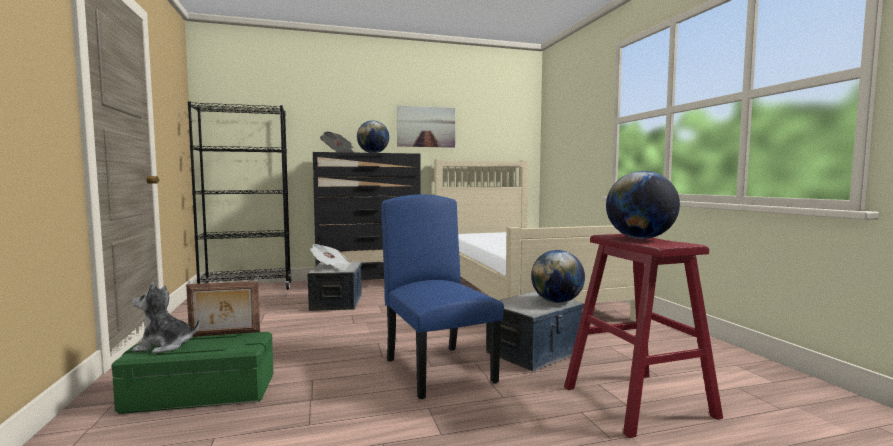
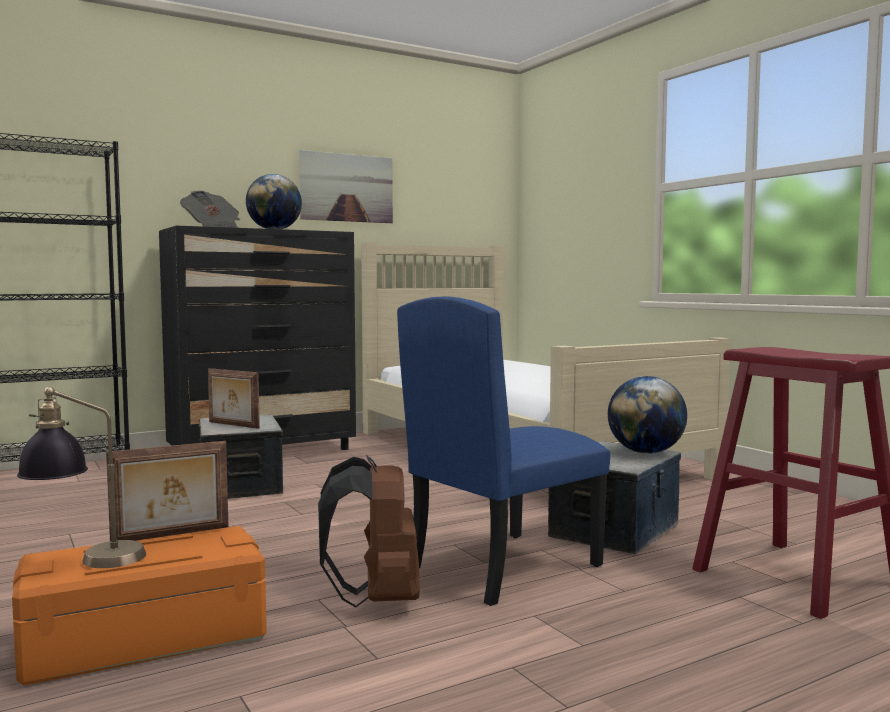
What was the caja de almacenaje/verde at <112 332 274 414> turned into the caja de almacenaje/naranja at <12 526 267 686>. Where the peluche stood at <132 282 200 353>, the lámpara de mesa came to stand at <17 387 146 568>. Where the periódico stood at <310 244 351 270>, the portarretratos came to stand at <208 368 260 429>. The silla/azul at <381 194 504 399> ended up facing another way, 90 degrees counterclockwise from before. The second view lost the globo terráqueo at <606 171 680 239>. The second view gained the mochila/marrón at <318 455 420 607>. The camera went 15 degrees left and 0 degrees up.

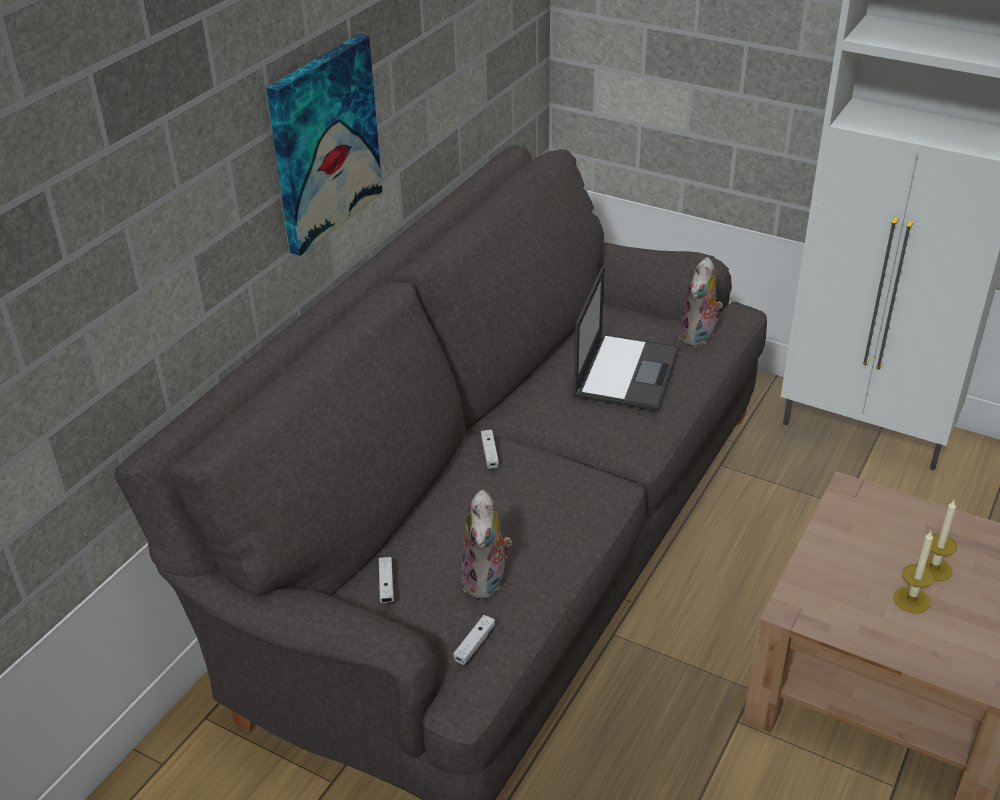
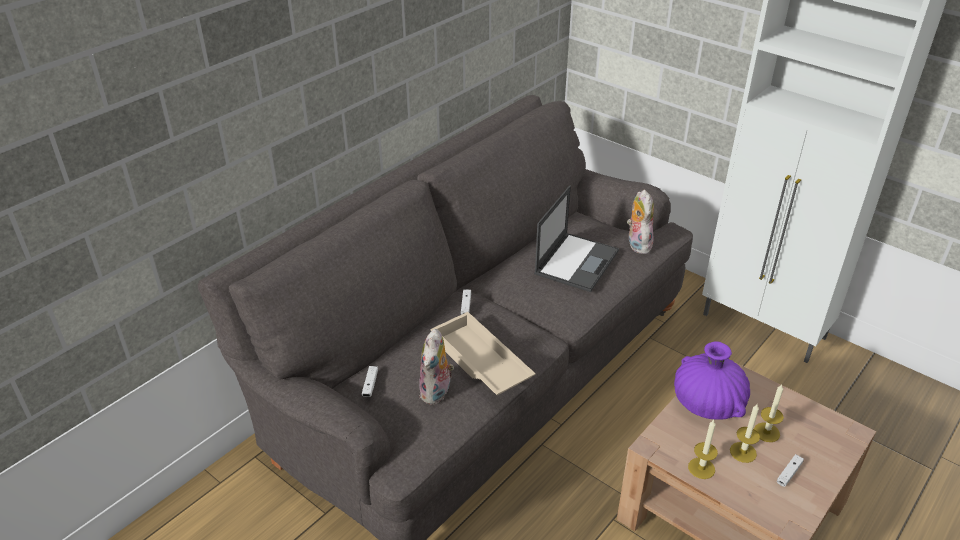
The second view lost the cuadro at <267 34 383 256>. The mando de consola/blanco ended up elsewhere, having gone from <453 615 495 665> to <777 454 804 487>. The peluche at <679 257 723 347> ended up facing another way, 135 degrees clockwise from before. The second view gained the bandeja/beis at <431 312 536 395>. The second view gained the florero/morado at <674 341 750 420>. The second view gained the vela at <688 420 718 479>. The camera went 10 degrees right and 0 degrees up.

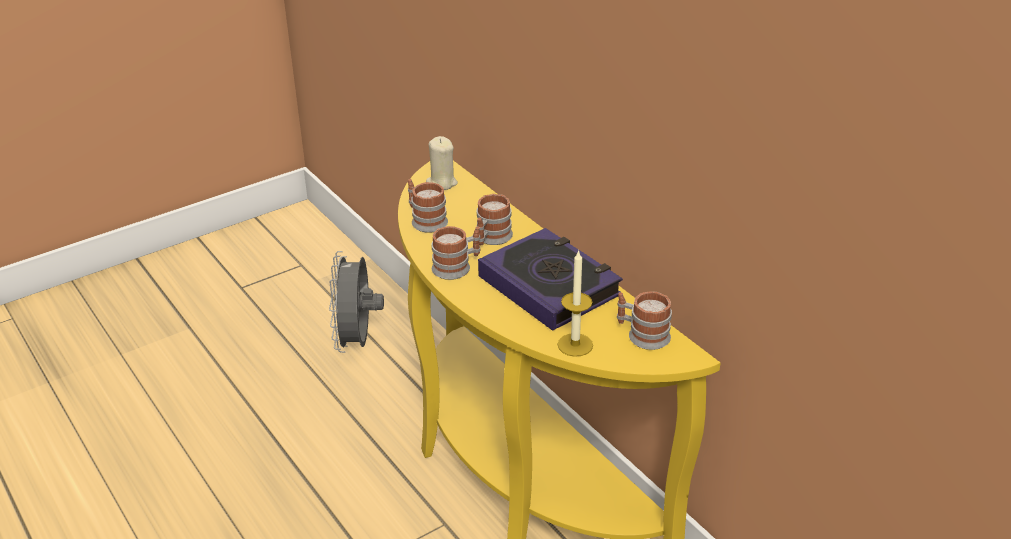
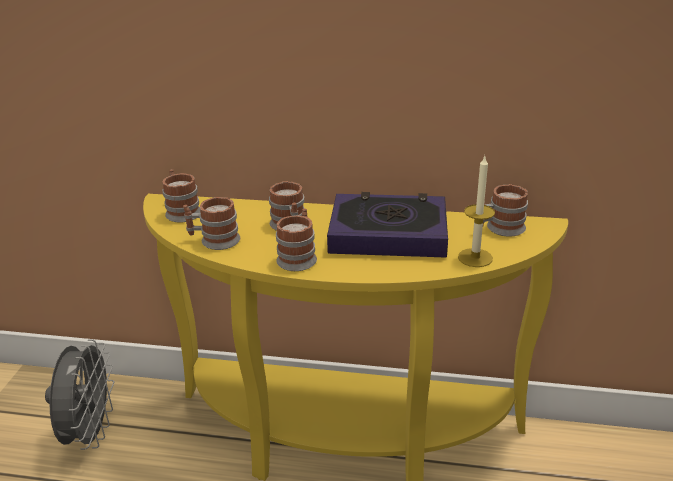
The ventilador/gris at <329 251 384 353> ended up facing another way, 135 degrees counterclockwise from before. Where the vela/beis stood at <426 136 458 190>, the taza grande came to stand at <162 169 201 223>. The camera went 45 degrees left and 5 degrees down.

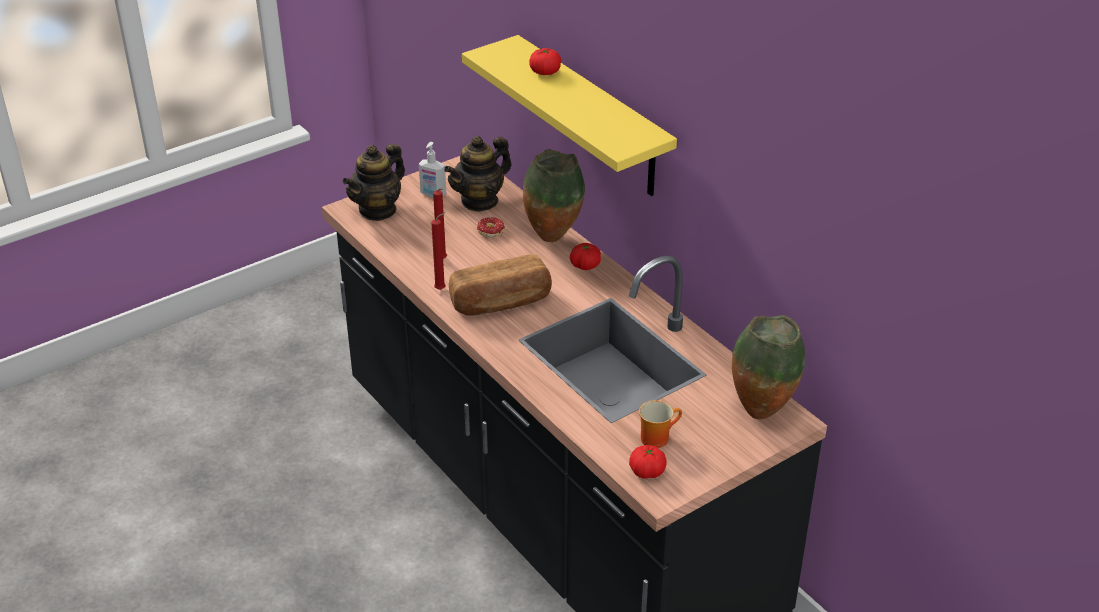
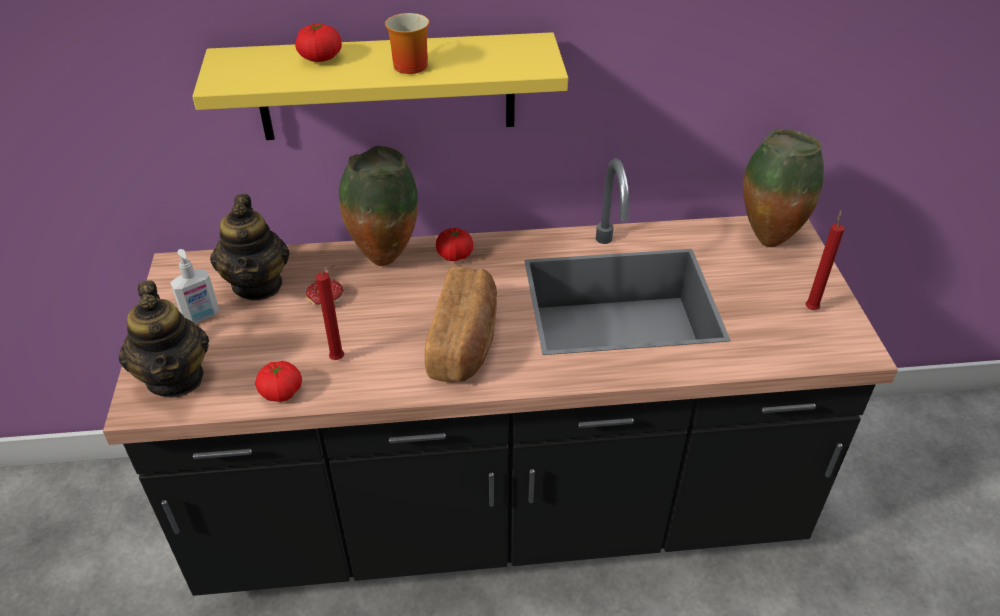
The vela/rojo ended up elsewhere, having gone from <431 212 446 290> to <805 210 845 310>. The tomate ended up elsewhere, having gone from <629 445 667 479> to <255 361 302 402>. The taza grande ended up elsewhere, having gone from <639 400 682 448> to <385 13 429 74>. The camera went 60 degrees left and 5 degrees up.

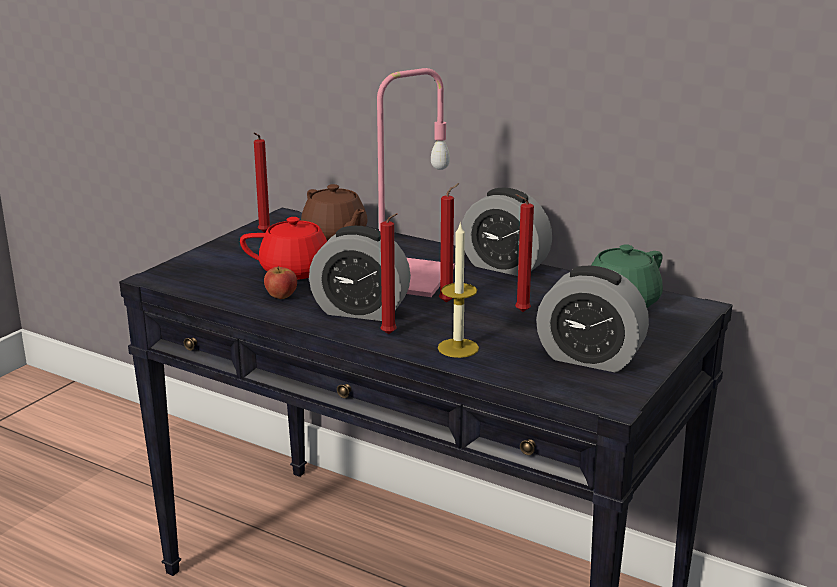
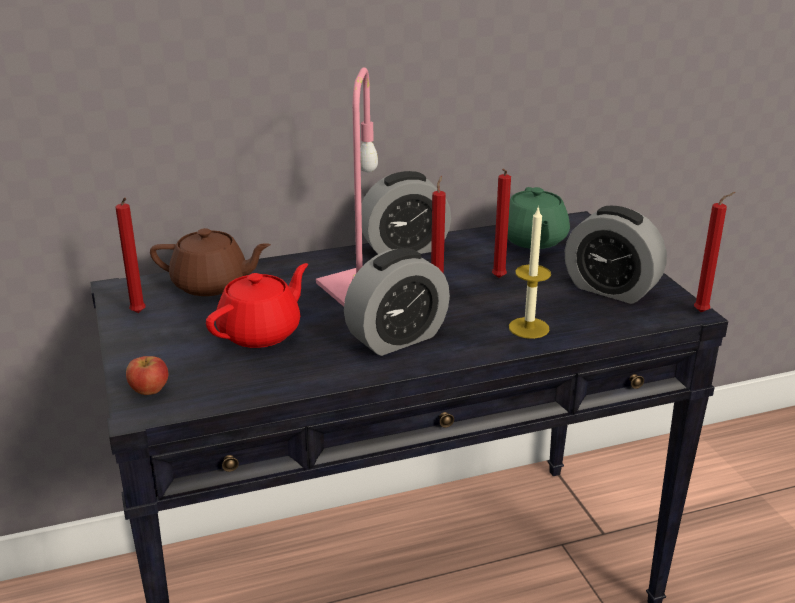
The manzana ended up elsewhere, having gone from <264 266 297 299> to <126 356 168 395>. The vela/rojo ended up elsewhere, having gone from <380 213 398 334> to <694 192 736 312>. The despertador at <536 266 649 373> ended up facing another way, 60 degrees clockwise from before. The camera went 50 degrees left and 5 degrees up.

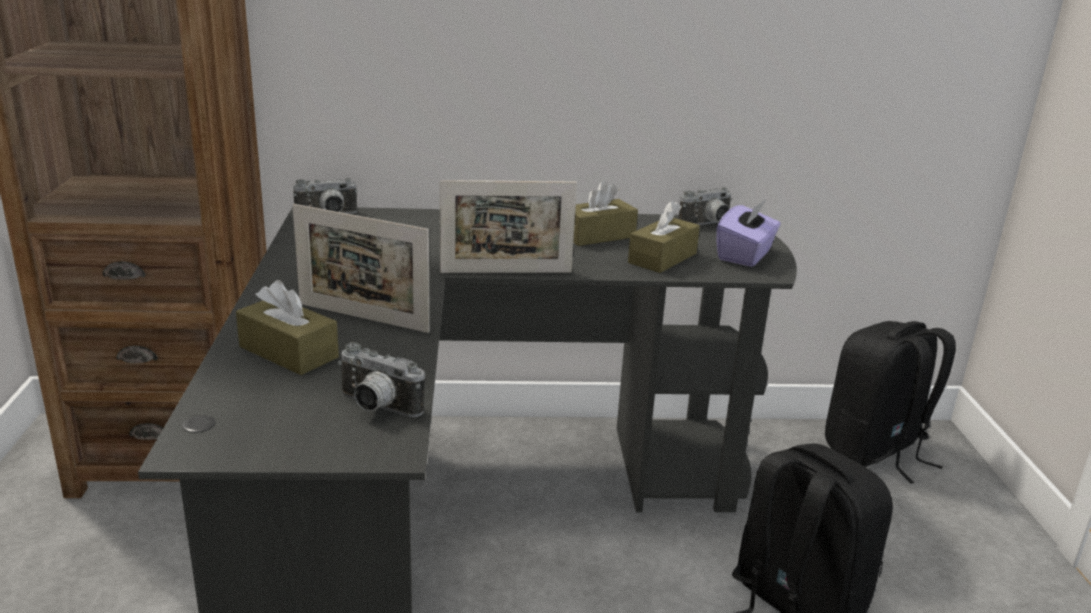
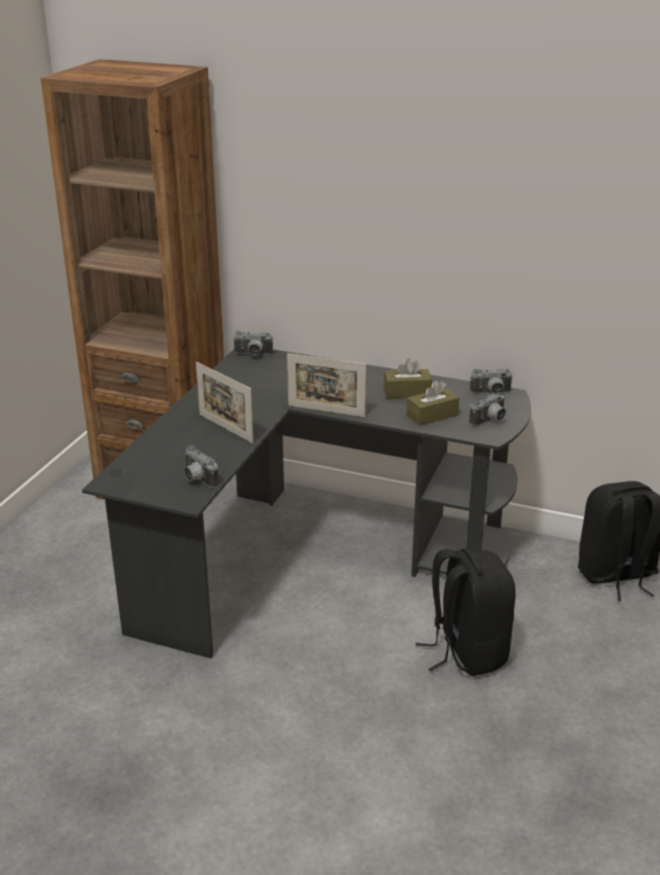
The second view lost the caja de pañuelos/marrón at <236 280 339 375>. Where the caja de pañuelos/morado stood at <716 199 781 267>, the cámara came to stand at <469 392 506 426>. The camera went 25 degrees right and 5 degrees up.

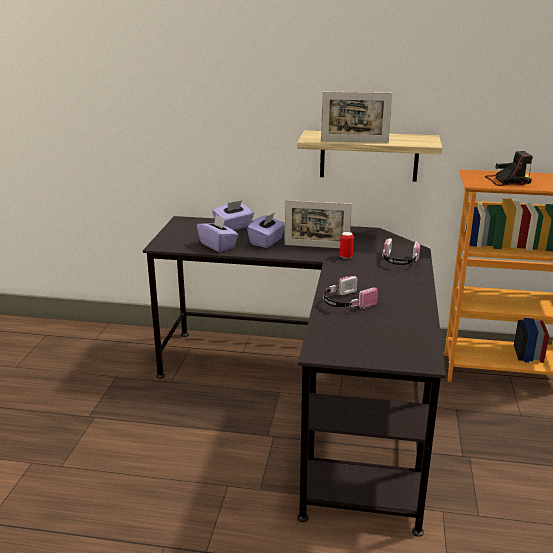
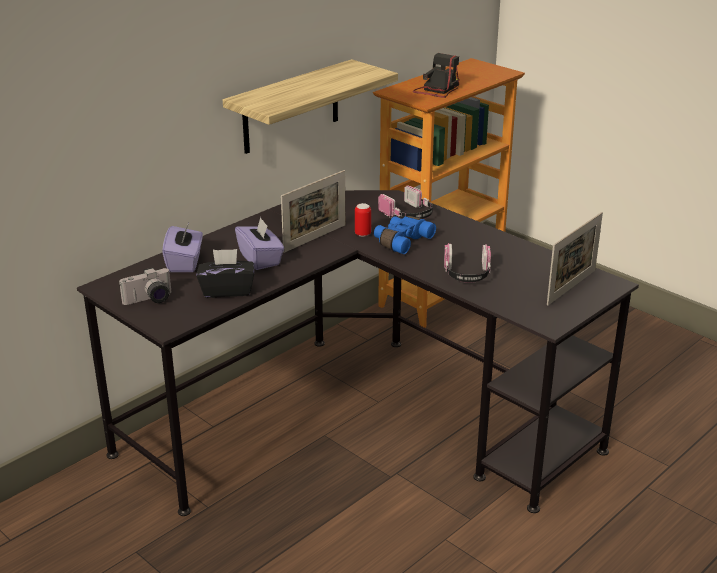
What was the caja de pañuelos/morado at <197 215 238 252> turned into the caja de pañuelos/negro at <197 249 254 298>. The portarretratos ended up elsewhere, having gone from <321 92 392 143> to <547 212 603 305>. The second view gained the cámara at <119 268 171 305>. The second view gained the prismáticos/azul at <374 216 436 254>. The camera went 55 degrees left and 5 degrees up.

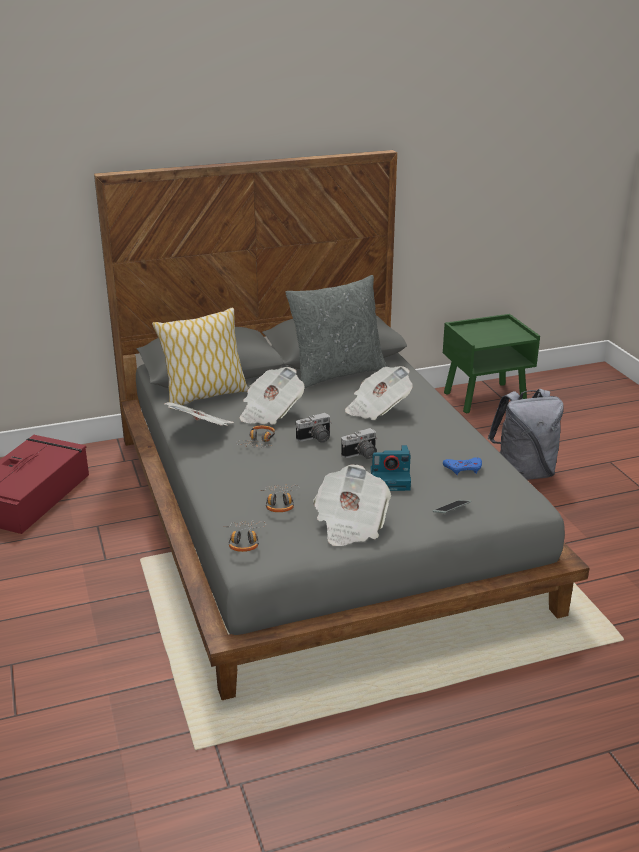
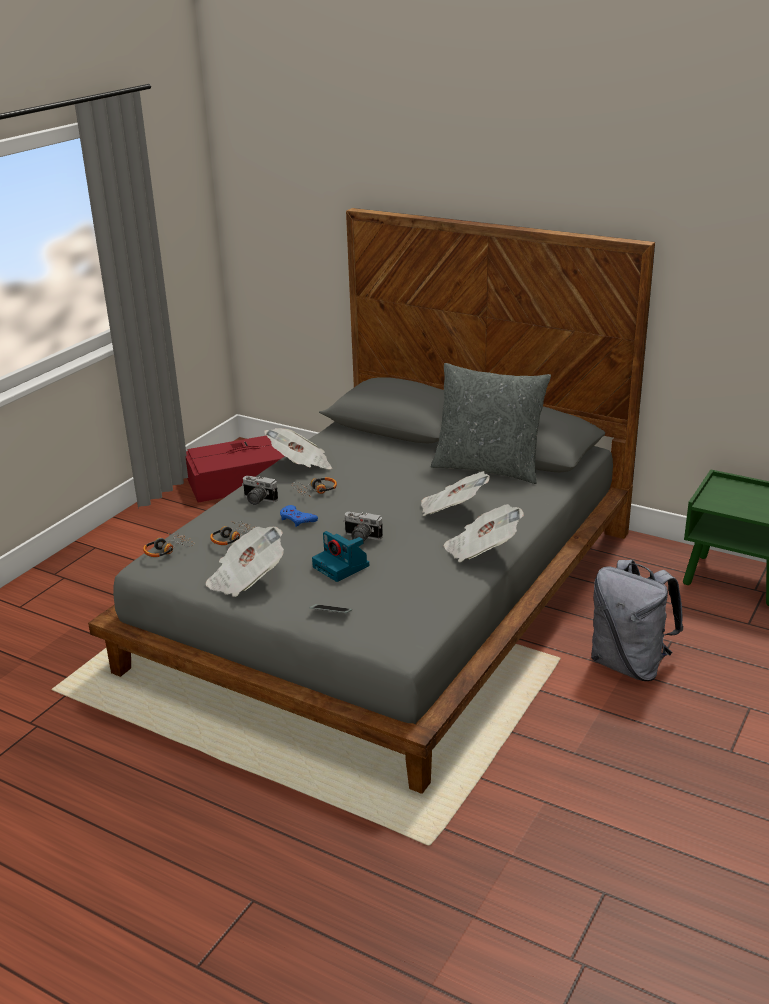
The second view lost the cojín at <152 307 248 409>. The periódico ended up elsewhere, having gone from <239 367 304 425> to <444 504 524 562>. The cámara ended up elsewhere, having gone from <296 413 332 443> to <242 476 278 505>. The mando de consola/azul ended up elsewhere, having gone from <443 457 482 475> to <280 505 318 527>. The camera went 50 degrees right and 0 degrees up.

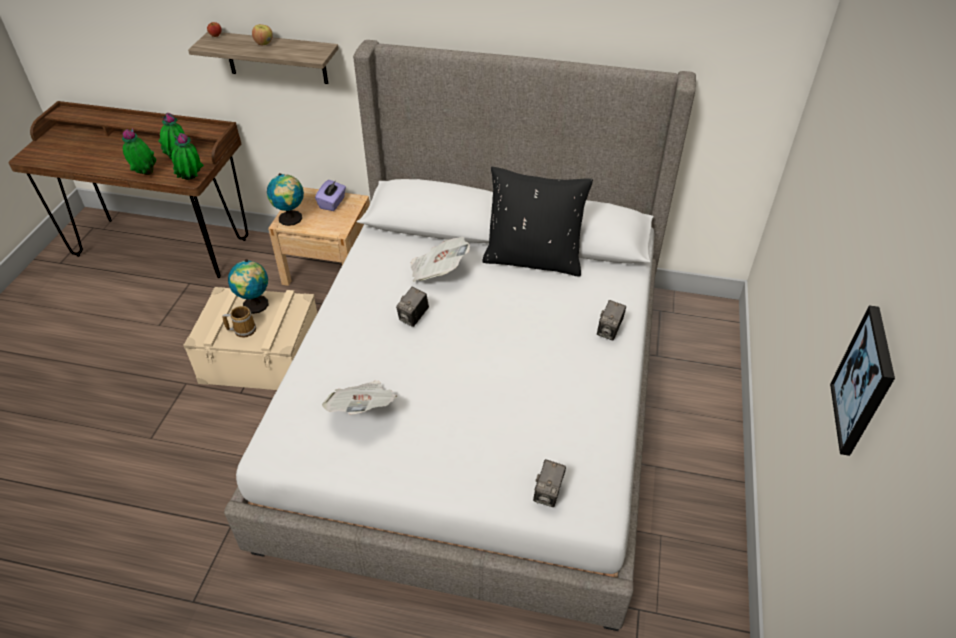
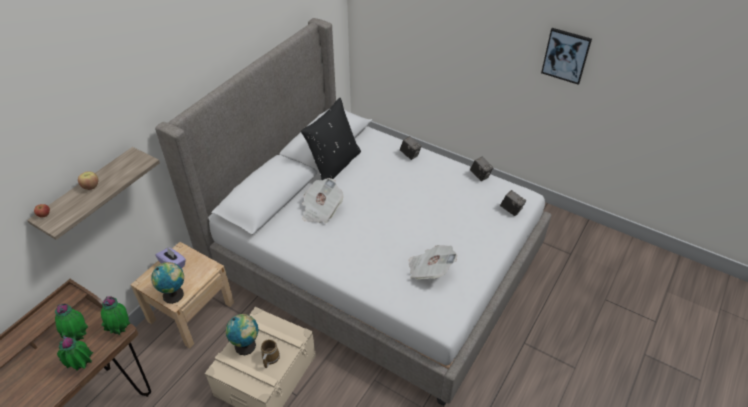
The cámara ended up elsewhere, having gone from <396 287 429 327> to <470 157 493 181>. The camera went 70 degrees left and 0 degrees up.

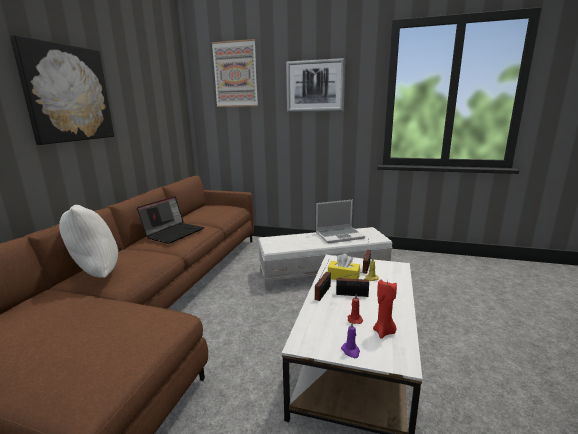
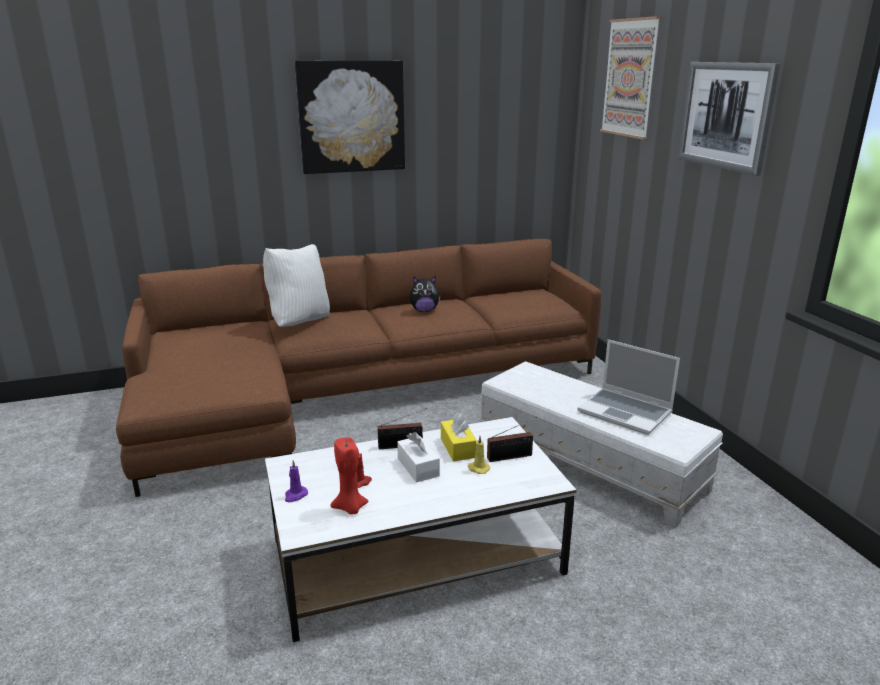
Where the portátil stood at <137 196 204 244>, the peluche came to stand at <410 276 441 312>. Where the radio stood at <336 269 374 297>, the caja de pañuelos/blanco came to stand at <397 432 440 483>. The camera went 55 degrees right and 5 degrees up.

